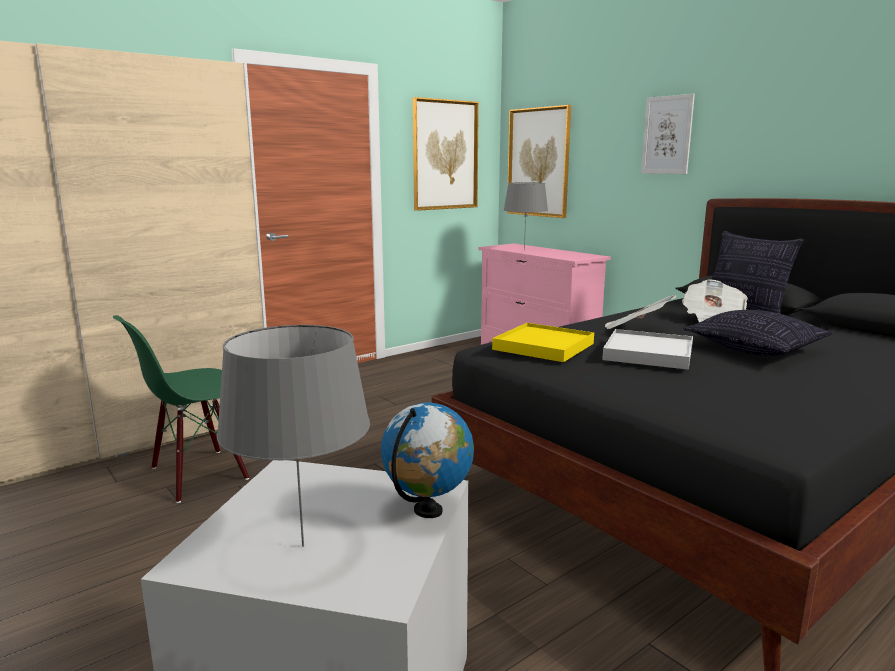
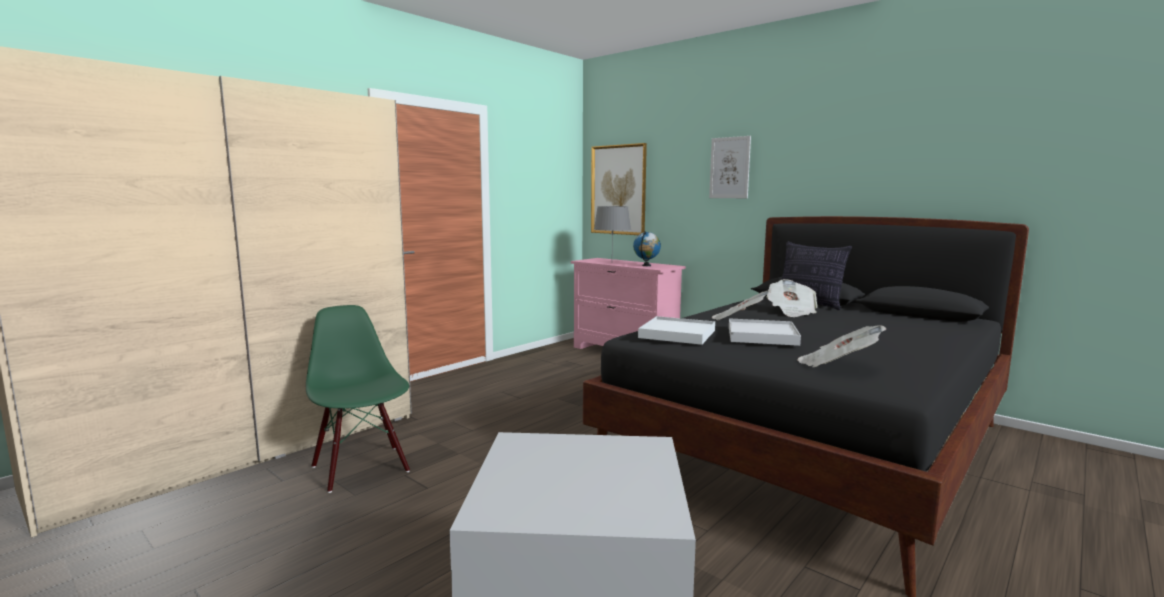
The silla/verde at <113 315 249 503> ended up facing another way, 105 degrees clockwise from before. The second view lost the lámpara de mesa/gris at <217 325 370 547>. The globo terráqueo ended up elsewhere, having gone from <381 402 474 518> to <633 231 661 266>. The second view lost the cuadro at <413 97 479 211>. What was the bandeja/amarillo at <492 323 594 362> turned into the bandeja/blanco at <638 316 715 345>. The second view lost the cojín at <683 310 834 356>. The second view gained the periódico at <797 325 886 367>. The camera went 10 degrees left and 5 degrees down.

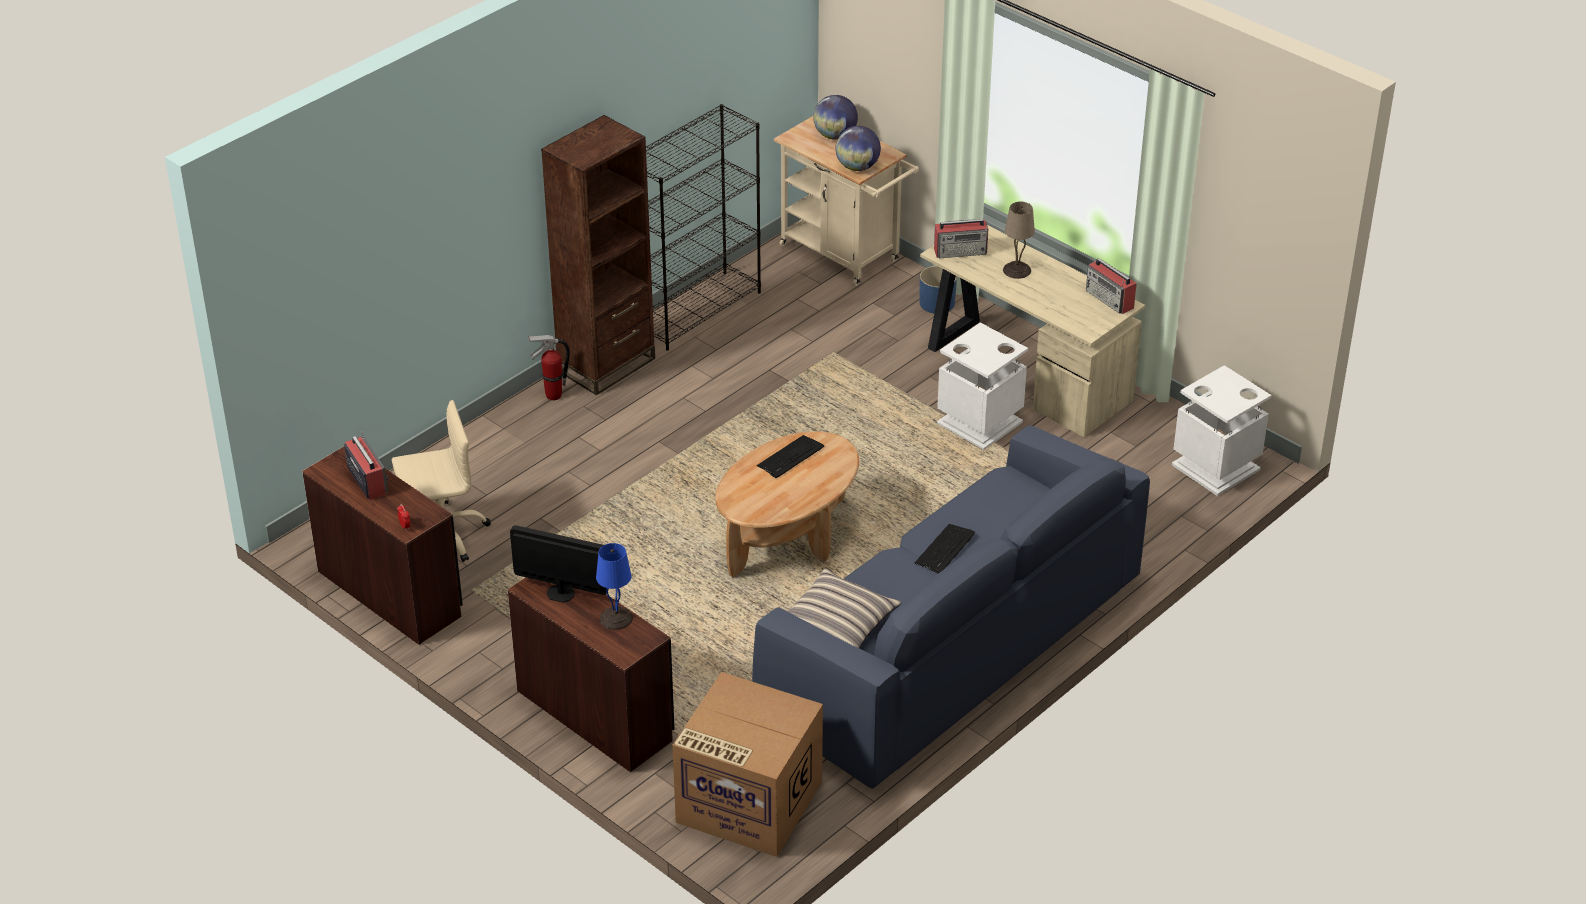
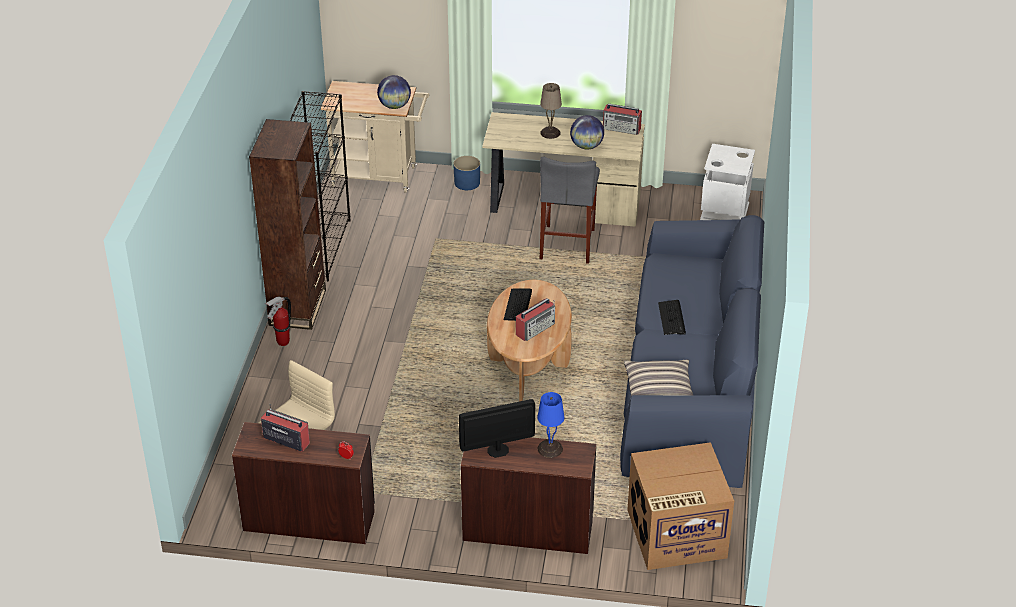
The globo terráqueo ended up elsewhere, having gone from <813 95 858 140> to <570 115 604 149>. The radio ended up elsewhere, having gone from <934 219 988 258> to <516 298 555 341>. Where the papelera/blanco stood at <937 323 1028 450>, the taburete/gris came to stand at <540 157 600 264>. The camera went 35 degrees left and 0 degrees up.

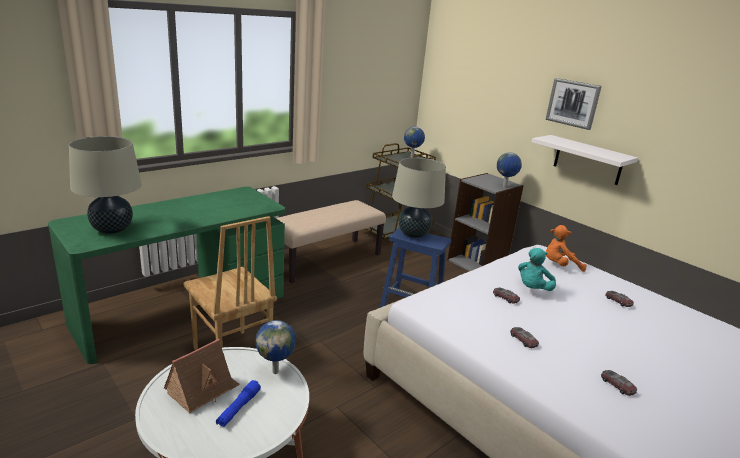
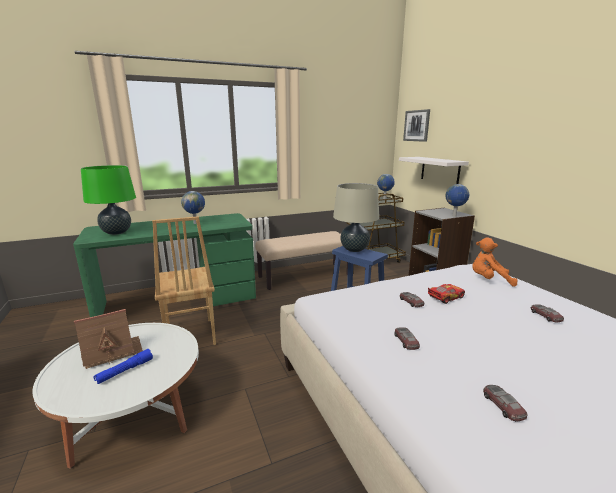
What was the lámpara de mesa/beis at <69 136 142 234> turned into the lámpara de mesa/verde at <81 165 136 235>. The globo terráqueo ended up elsewhere, having gone from <255 320 296 374> to <181 191 205 224>. Where the peluche/turquesa stood at <518 248 556 291>, the coche de juguete came to stand at <428 284 465 304>. The estante/blanco ended up elsewhere, having gone from <532 135 638 185> to <399 157 469 184>. The cuadro ended up elsewhere, having gone from <546 78 602 130> to <403 109 430 142>. The camera went 20 degrees right and 5 degrees down.

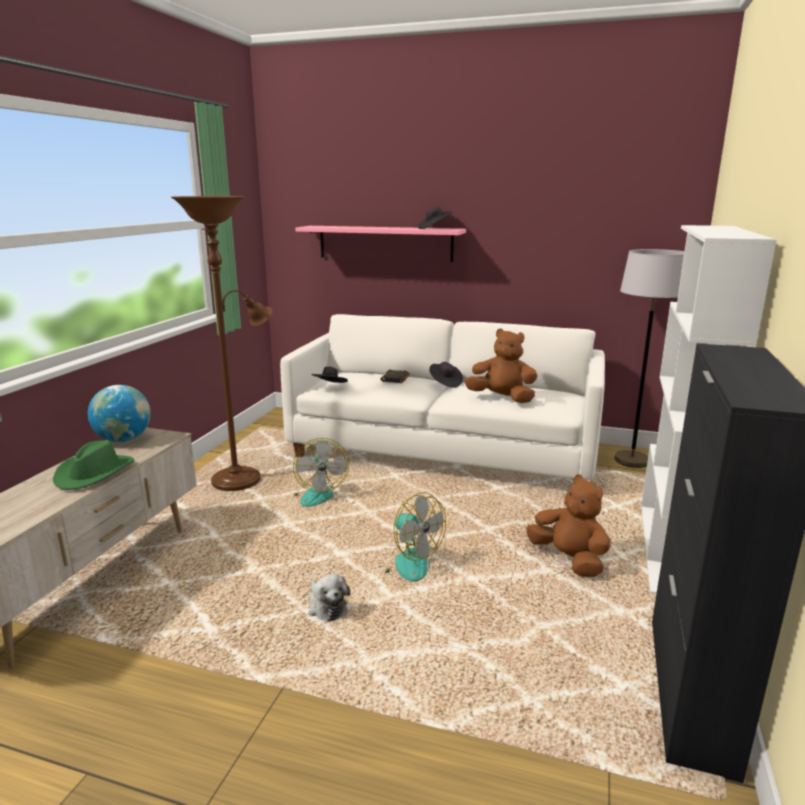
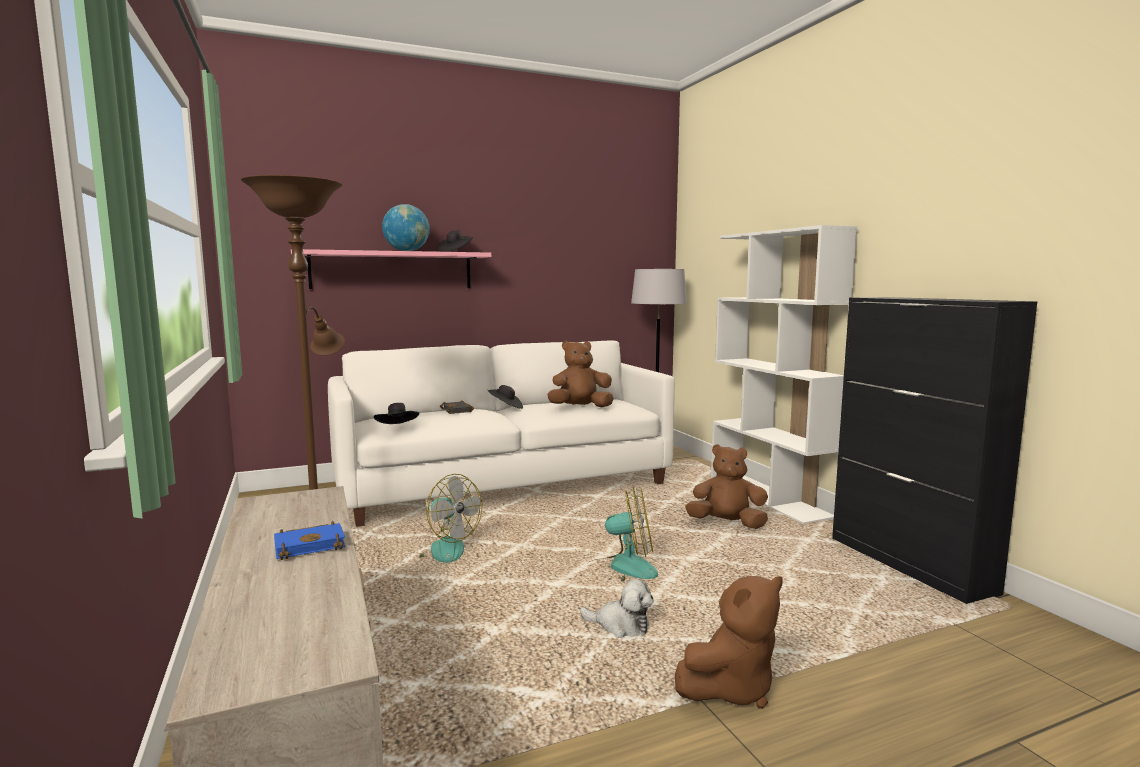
Where the sombrero/verde stood at <53 441 134 490>, the libro/azul came to stand at <274 521 346 560>. The globo terráqueo ended up elsewhere, having gone from <88 385 151 442> to <382 204 430 251>. The second view gained the peluche/marrón at <675 576 783 709>. The camera went 40 degrees left and 10 degrees down.

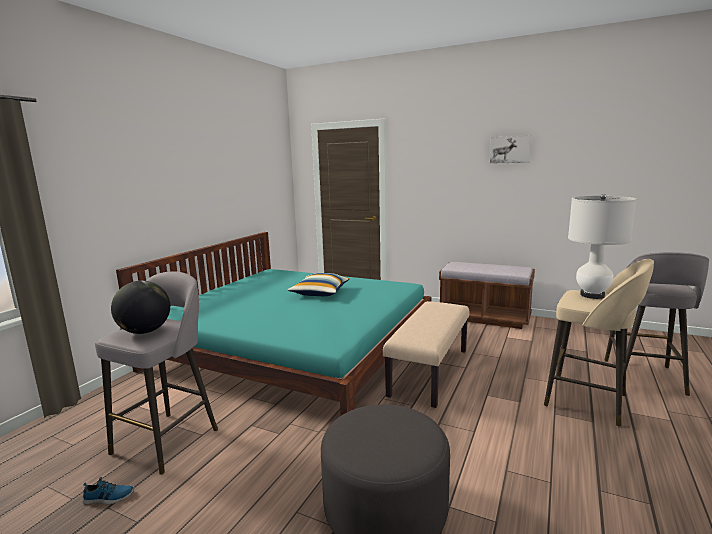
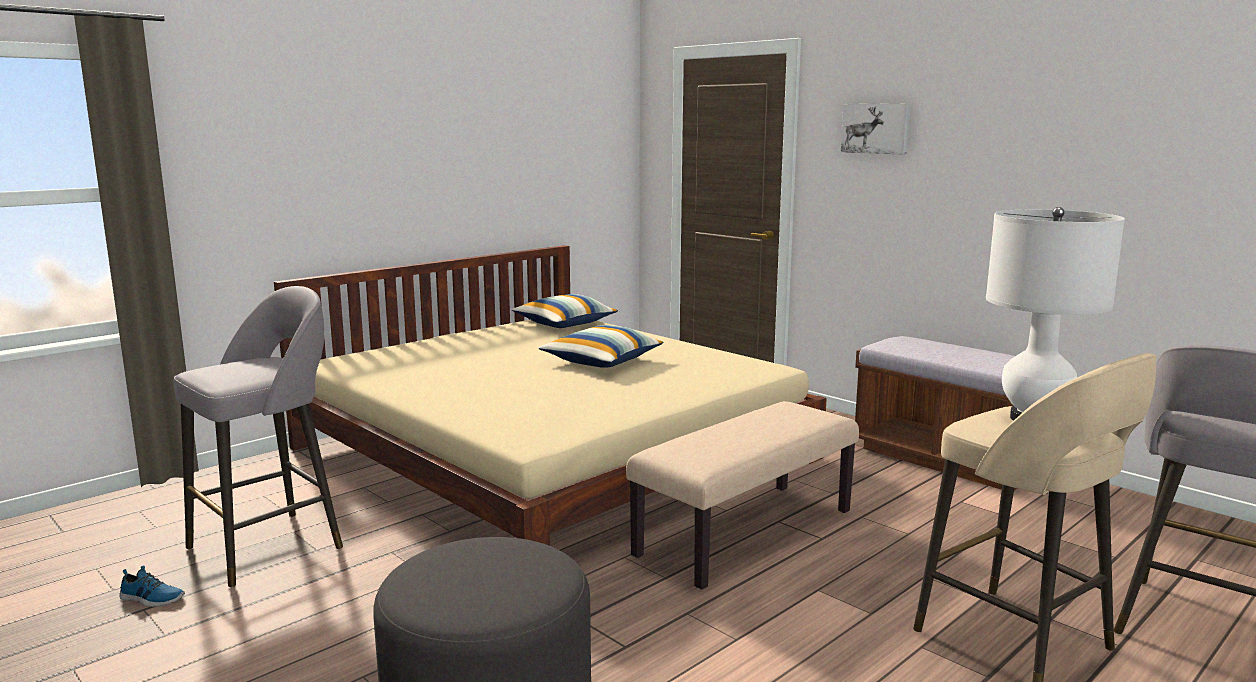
The second view lost the globo terráqueo at <111 281 170 334>. What was the cama/turquesa at <116 232 432 415> turned into the cama/beis at <274 245 827 546>. The cuadro ended up elsewhere, having gone from <490 135 532 164> to <841 103 911 154>. The second view gained the cojín at <512 294 618 328>. The camera went 20 degrees right and 0 degrees up.

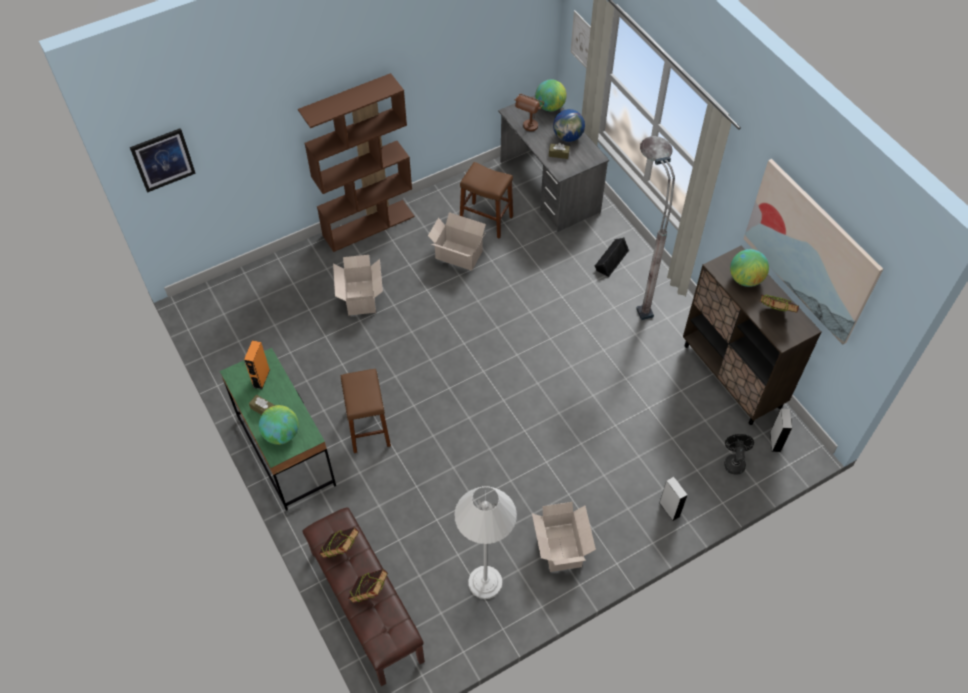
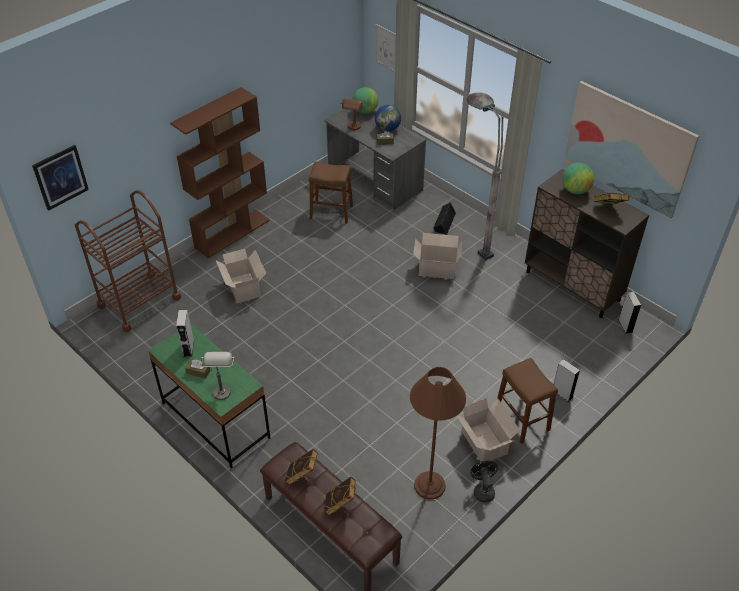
What was the altavoz/naranja at <244 340 270 389> turned into the altavoz/gris at <176 309 194 357>. Where the globo terráqueo stood at <259 405 299 445>, the lámpara de mesa/gris came to stand at <201 352 235 400>. The taburete/marrón ended up elsewhere, having gone from <341 369 391 453> to <497 358 558 444>. The caja de cartón ended up elsewhere, having gone from <428 212 486 271> to <413 233 462 279>. What was the lámpara de pie/blanco at <454 486 517 599> turned into the lámpara de pie/marrón at <410 367 466 499>. The ventilador/negro ended up elsewhere, having gone from <724 434 754 475> to <470 461 498 503>. The second view gained the carrito/marrón at <75 190 181 332>. The camera went 15 degrees left and 10 degrees down.

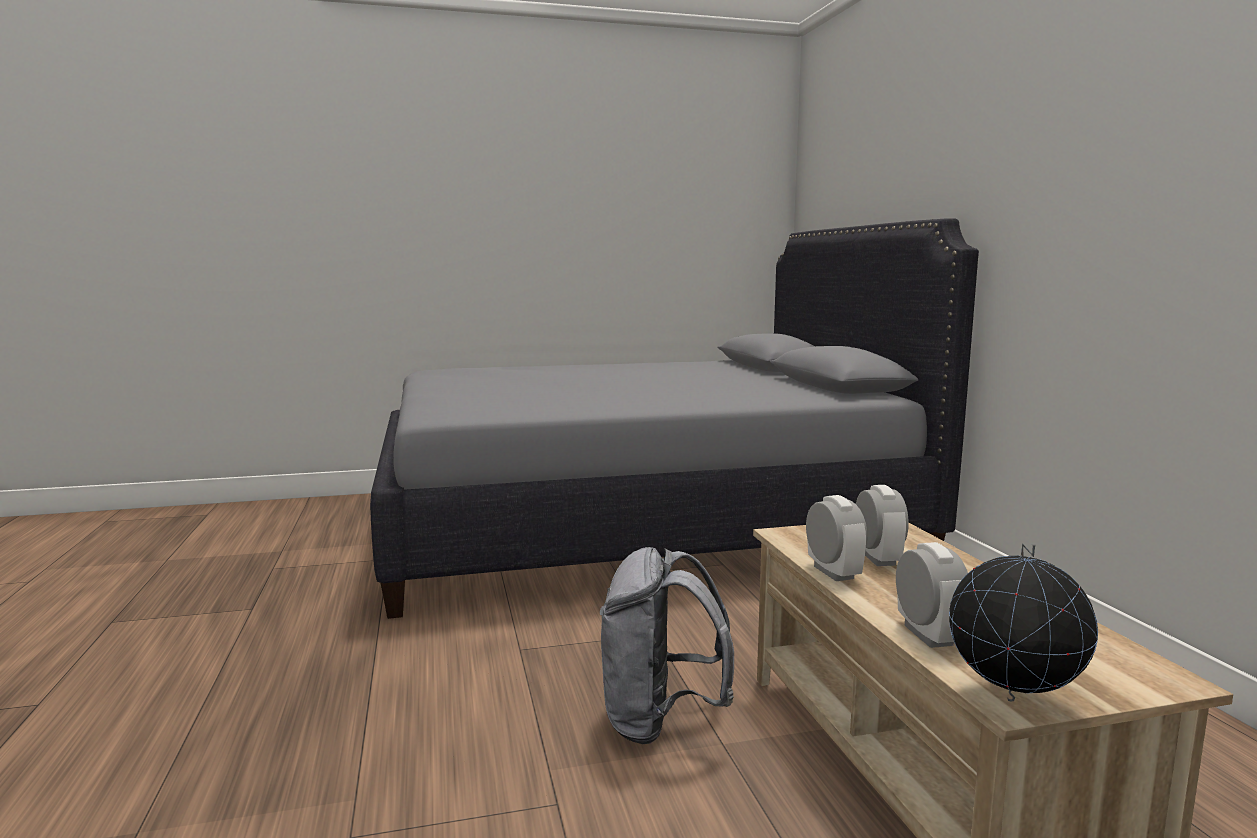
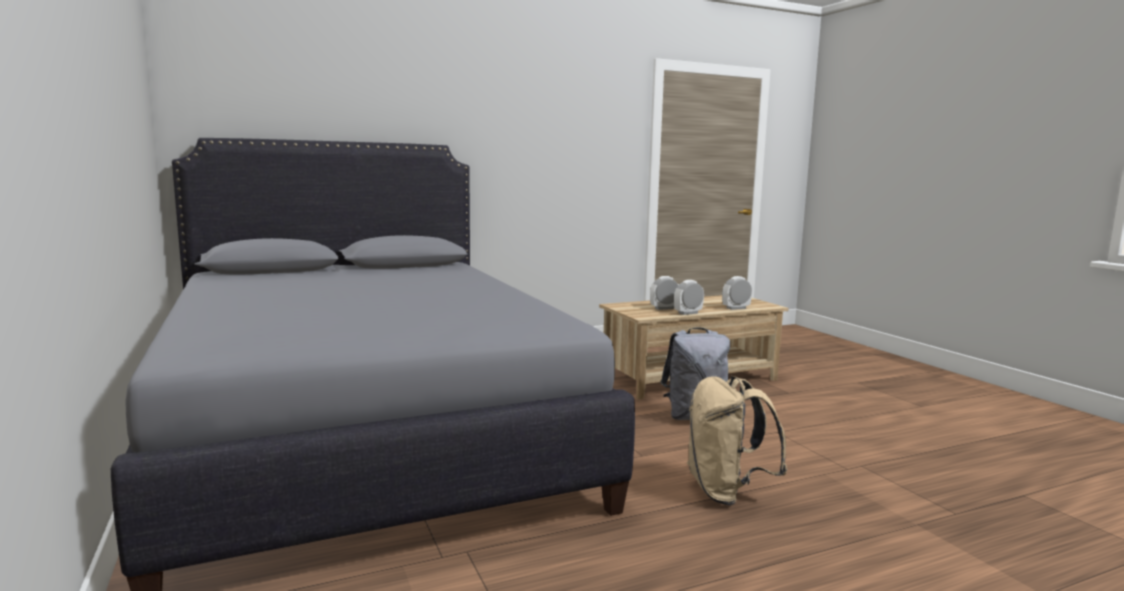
The second view lost the globo terráqueo at <949 543 1098 701>. The second view gained the mochila/beis at <687 376 787 505>. The camera went 100 degrees left and 0 degrees up.

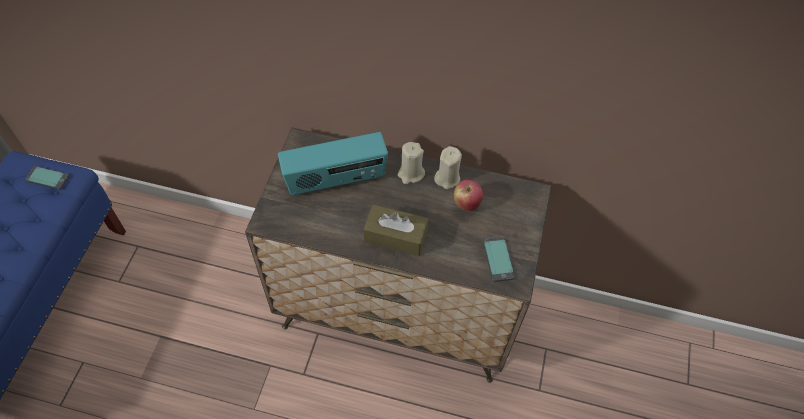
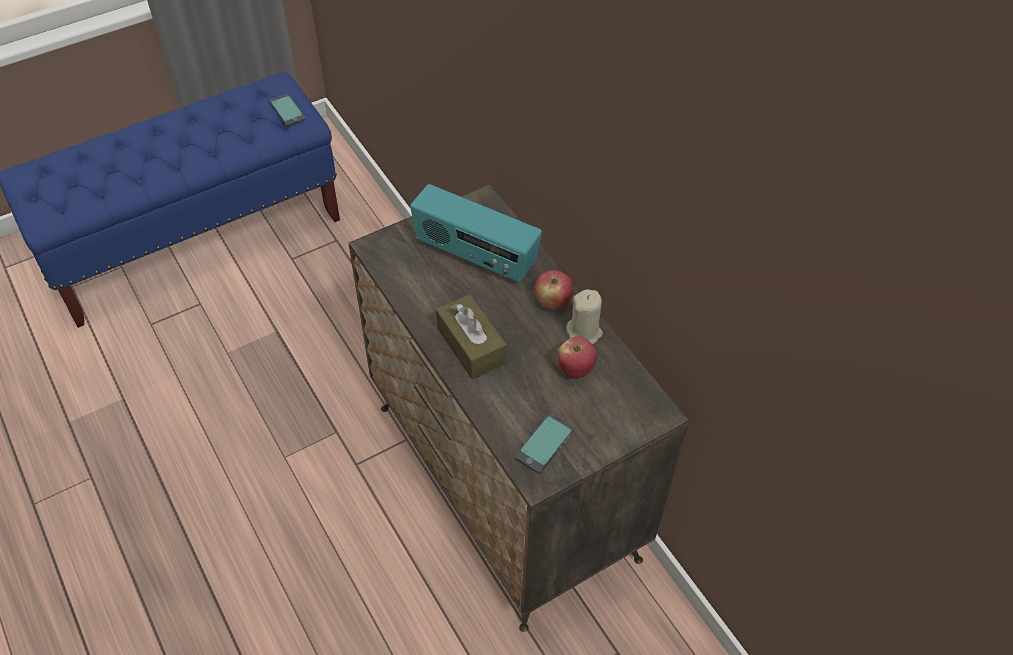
Where the vela/beis stood at <398 142 425 184>, the manzana came to stand at <535 270 573 309>. The camera went 45 degrees right and 5 degrees down.

